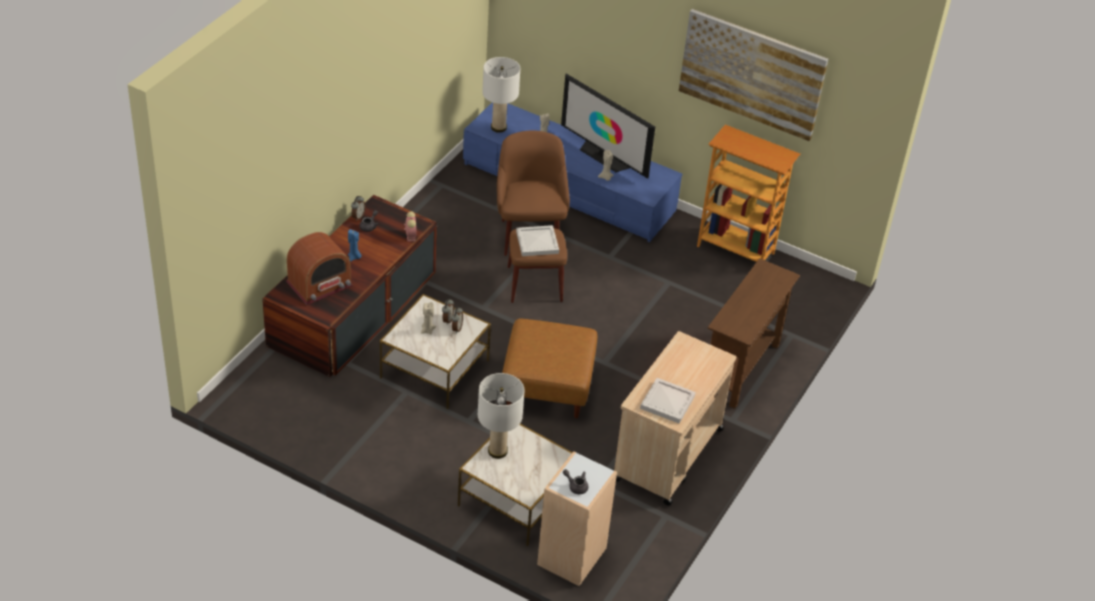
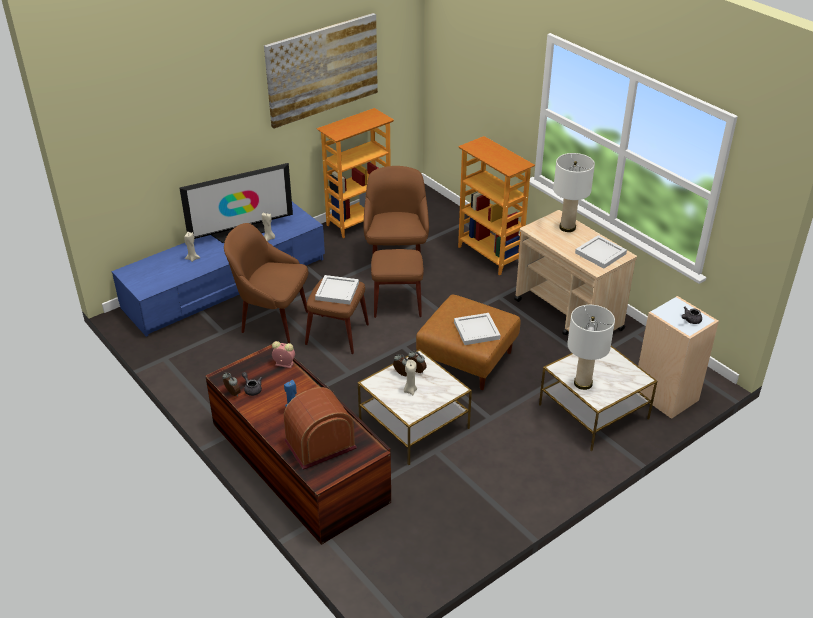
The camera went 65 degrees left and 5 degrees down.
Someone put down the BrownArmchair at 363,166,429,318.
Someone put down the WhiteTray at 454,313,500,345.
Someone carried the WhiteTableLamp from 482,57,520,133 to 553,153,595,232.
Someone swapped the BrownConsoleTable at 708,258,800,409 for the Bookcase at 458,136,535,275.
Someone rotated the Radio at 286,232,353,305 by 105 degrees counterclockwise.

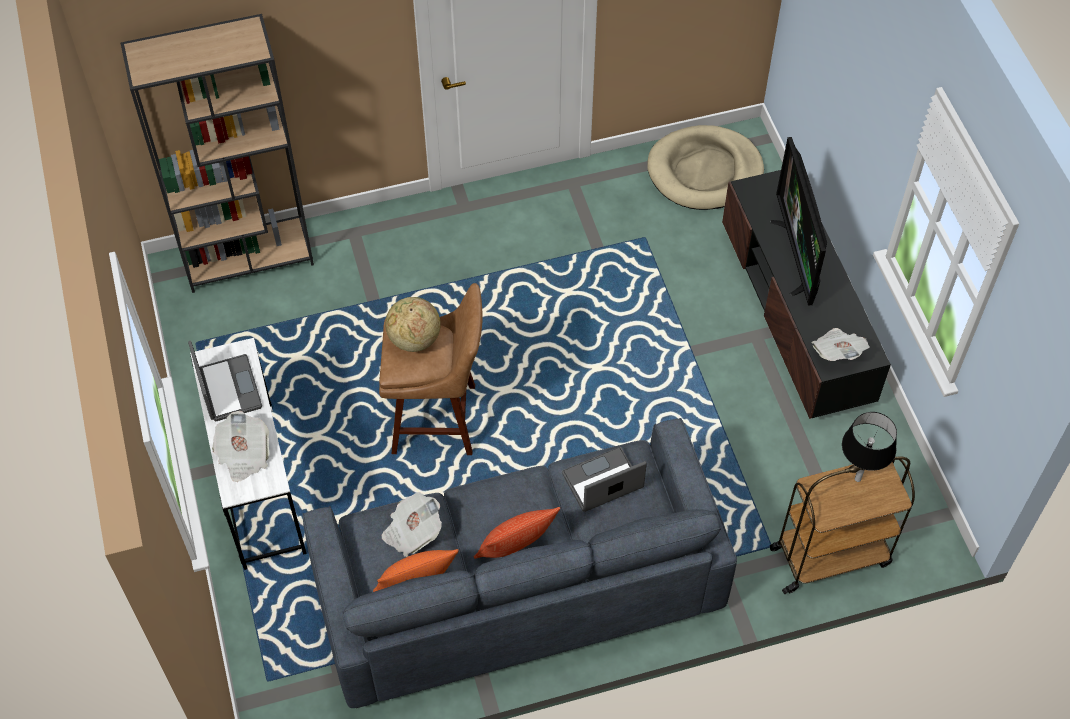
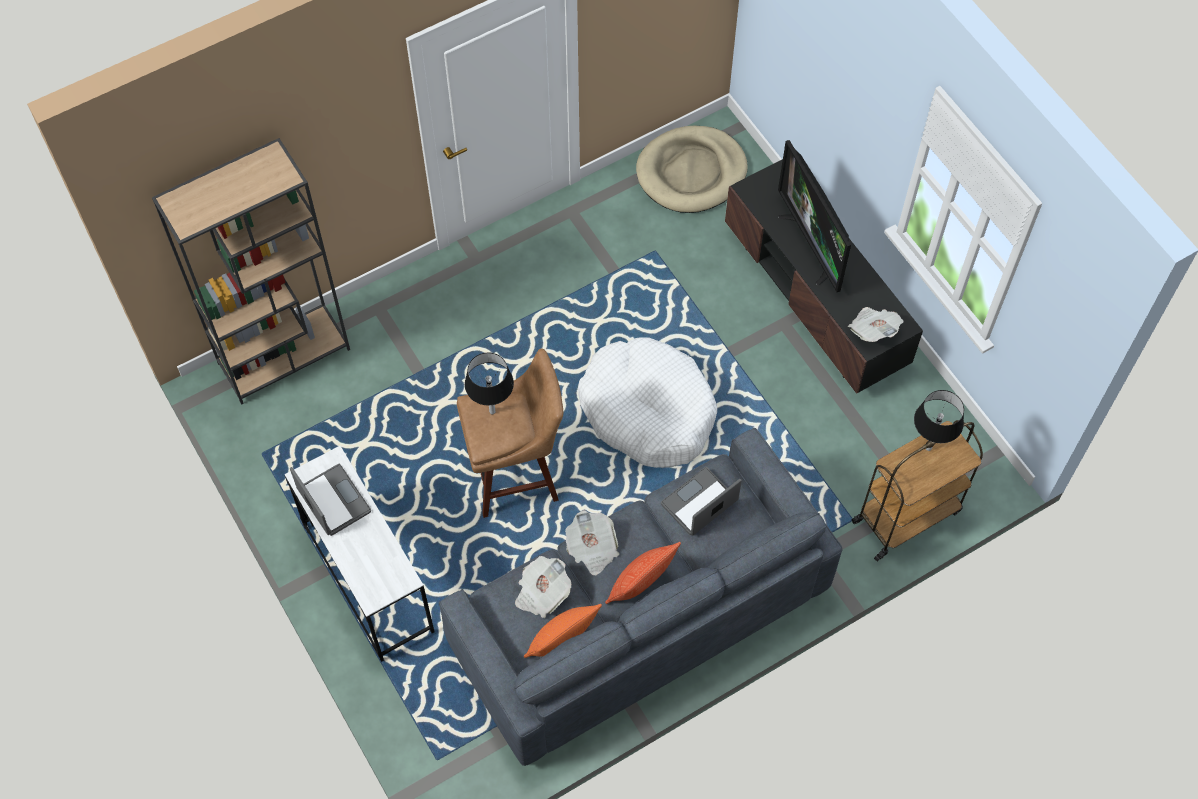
The camera went 15 degrees left and 5 degrees up.
Someone put down the WhiteDogBed at 578,337,717,468.
Someone carried the Newspaper from 212,411,269,482 to 565,510,619,575.
Someone swapped the Globe at 385,297,441,352 for the BlackTableLamp at 465,353,514,414.

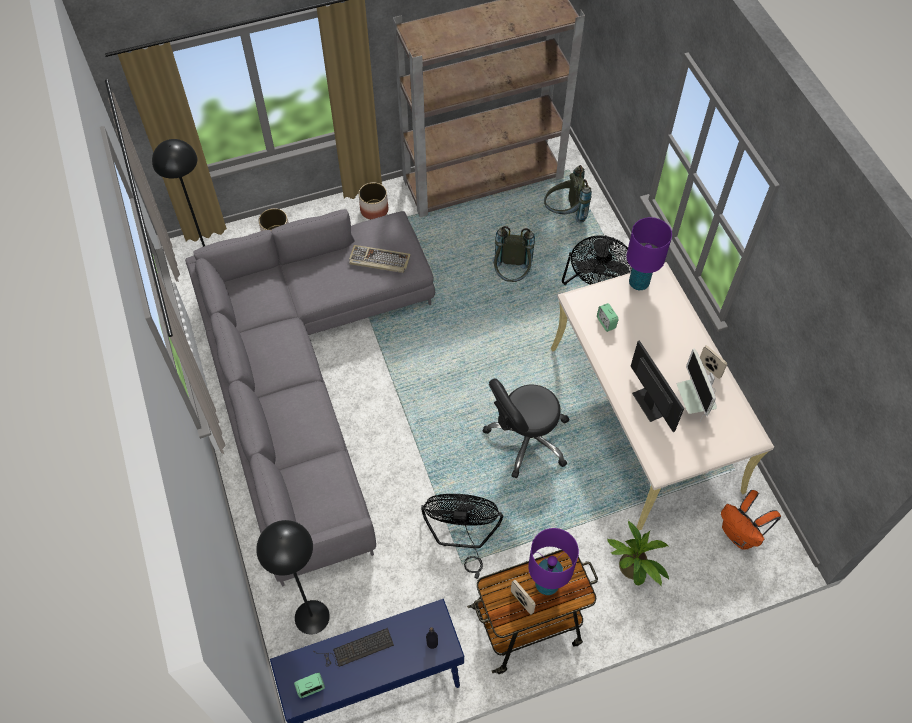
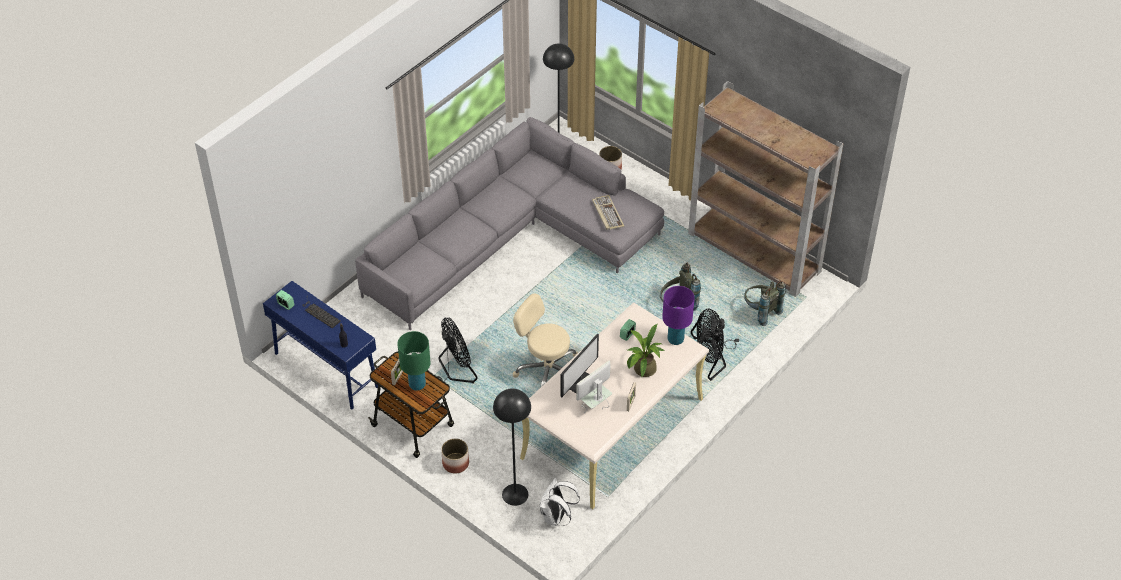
The camera went 60 degrees right and 10 degrees down.
Someone carried the BlackFloorLamp from 256,520,330,634 to 493,389,531,506.
Someone carried the Planter from 359,182,388,220 to 441,438,469,473.
Someone carried the PottedPlant from 607,520,669,586 to 627,324,664,377.
Someone repainted the BlackOfficeChair at 483,378,570,478, which became the BeigeOfficeChair at 513,294,578,387.
Someone repainted the PurpleTableLamp at 528,528,579,595, which became the GreenTableLamp at 397,331,431,391.
Someone repainted the OrangeBackpack at 721,490,781,550, which became the WhiteBackpack at 540,478,580,526.

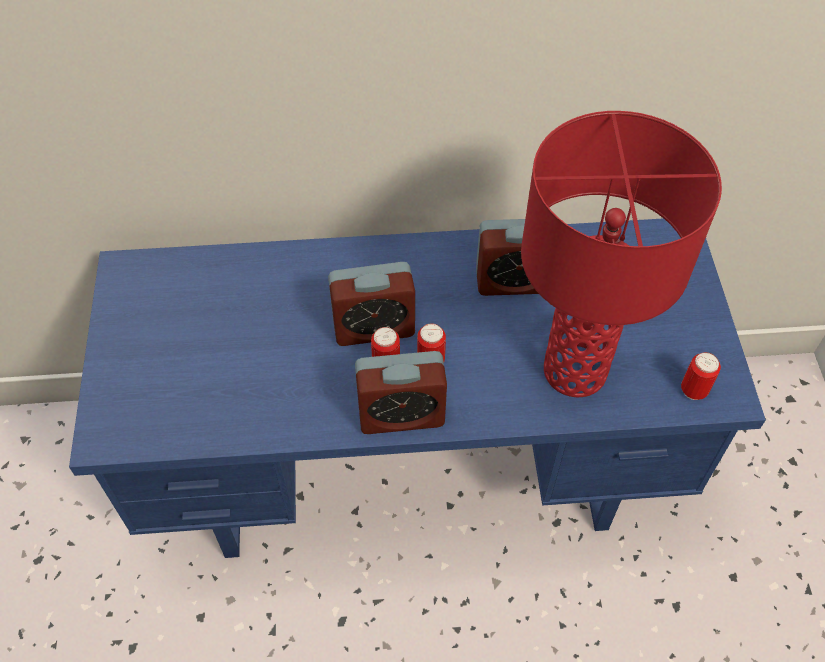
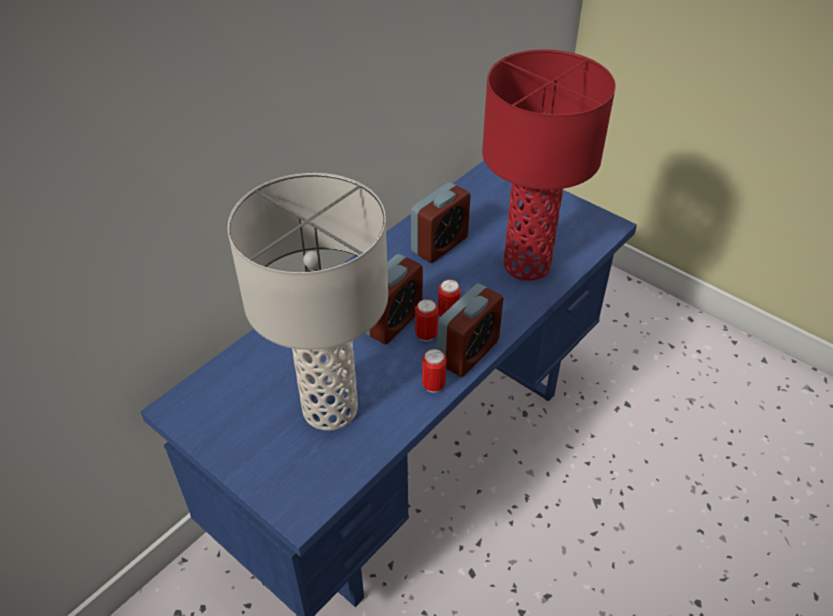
The camera went 45 degrees left and 10 degrees down.
Someone put down the WhiteTableLamp at 228,173,388,431.
Someone carried the Can from 681,352,721,400 to 422,349,446,393.

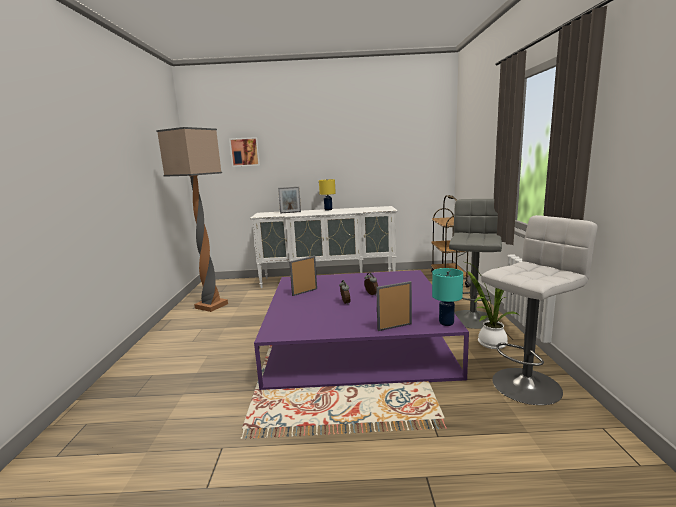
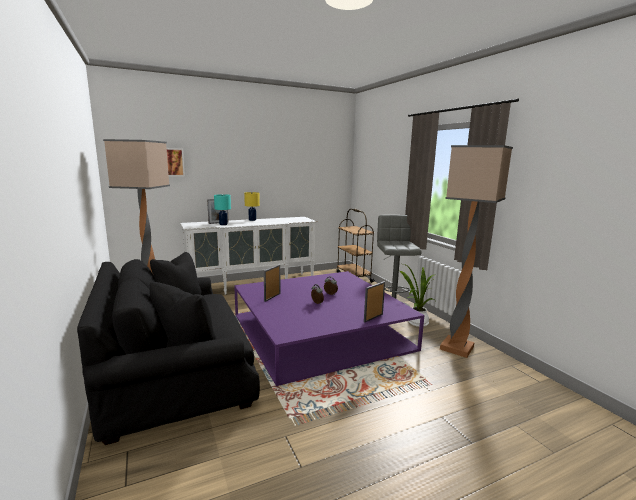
The camera went 25 degrees left and 0 degrees up.
Someone put down the BlackSofa at 77,252,260,445.
Someone carried the TurquoiseTableLamp from 432,268,463,326 to 214,194,231,225.
Someone swapped the WhiteStool at 481,215,597,405 for the FloorLamp at 440,145,513,358.

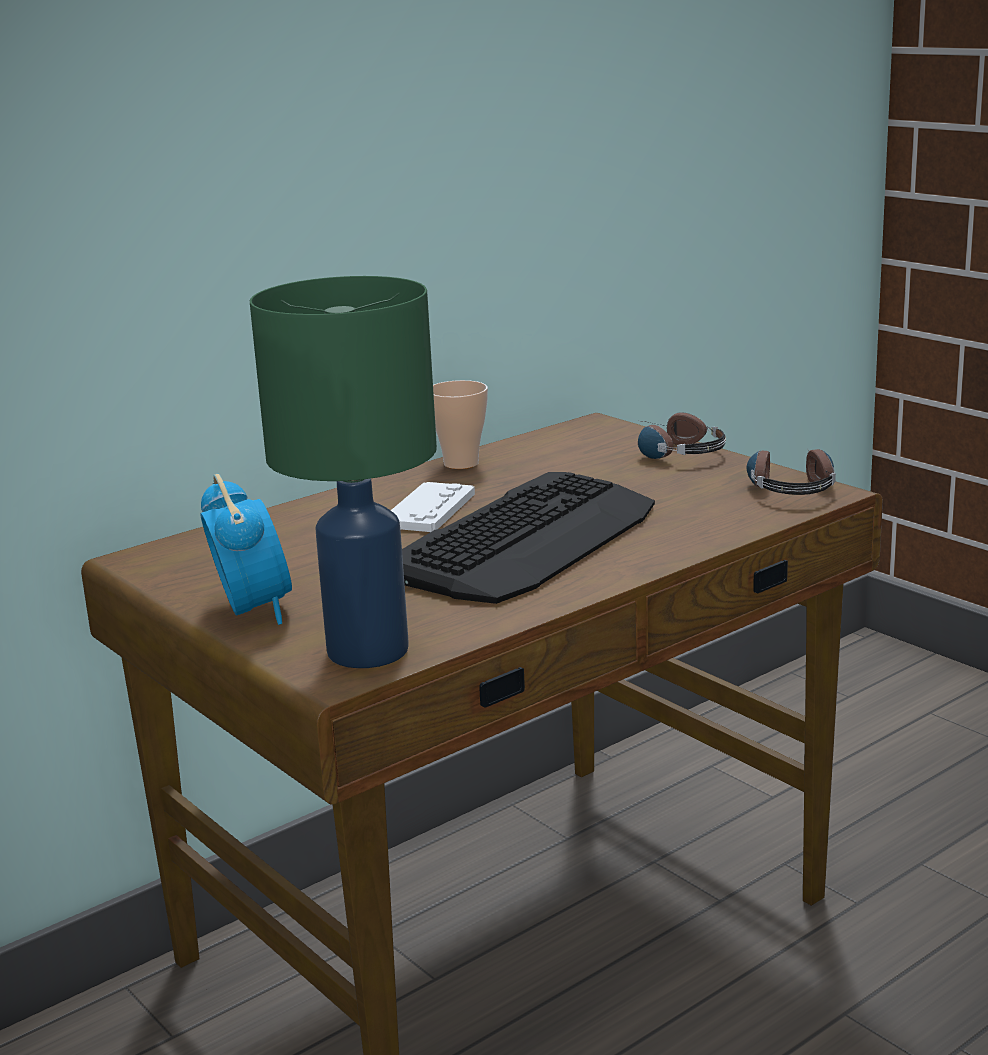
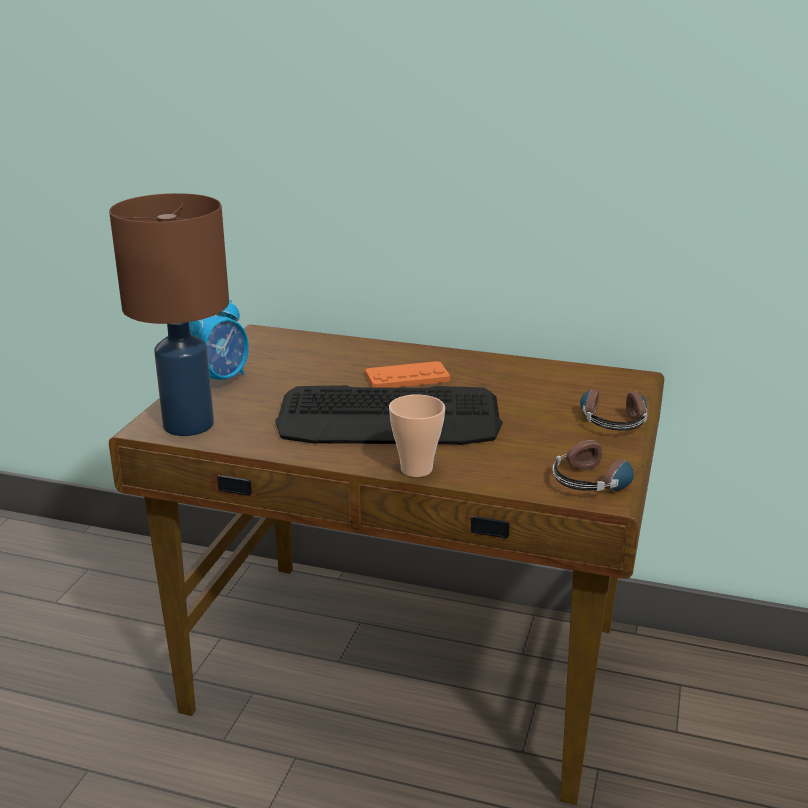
The camera went 55 degrees right and 5 degrees up.
Someone carried the Cup from 433,380,488,469 to 389,394,445,477.
Someone repainted the GreenTableLamp at 250,276,437,668, which became the BrownTableLamp at 109,193,229,436.
Someone repainted the WhiteGameController at 391,482,475,532, which became the OrangeGameController at 365,361,450,388.

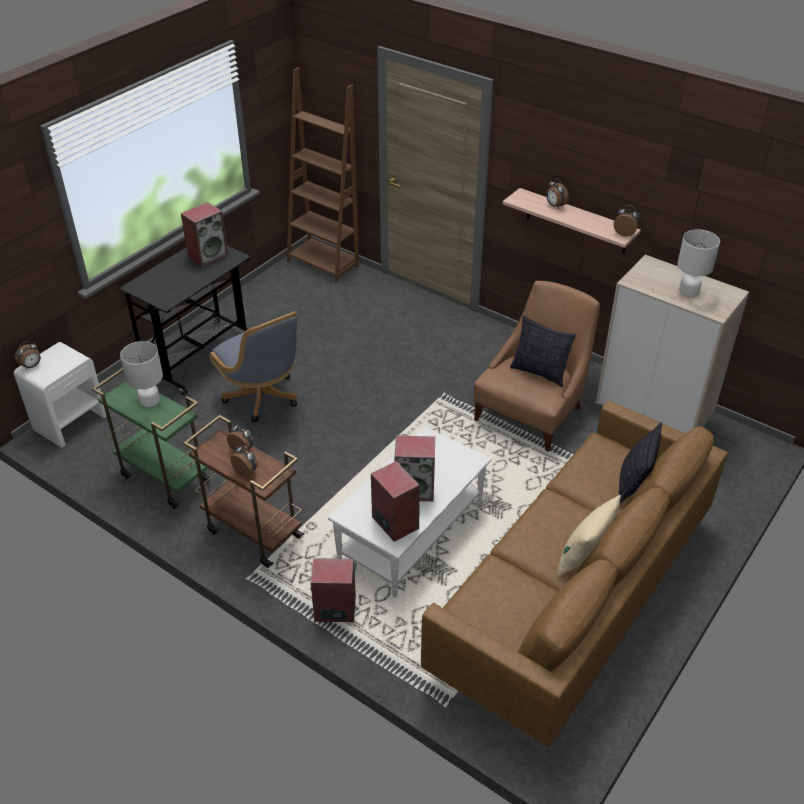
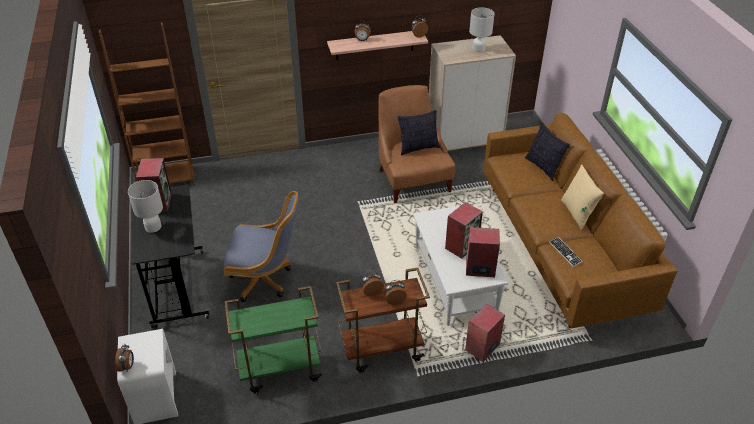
The camera went 50 degrees left and 0 degrees up.
Someone put down the Keyboard at 549,237,583,267.
Someone carried the GreyTableLamp from 120,341,163,407 to 128,180,163,233.

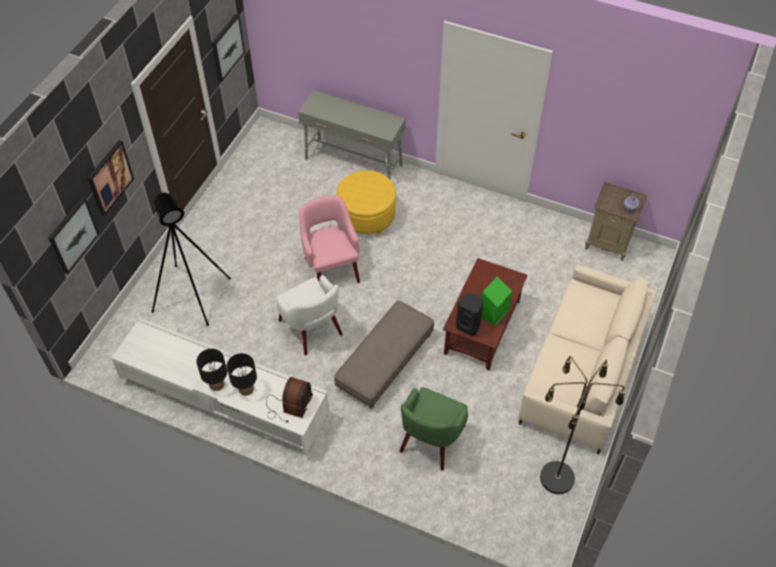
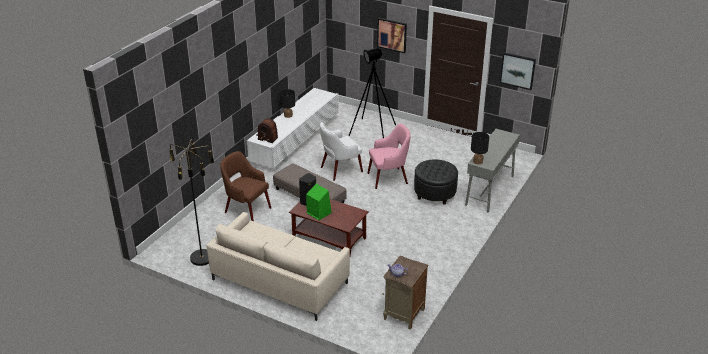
The camera went 95 degrees right and 20 degrees down.
Someone took away the Picture at 48,197,99,274.
Someone carried the BlackTableLamp from 227,353,257,396 to 471,132,489,164.
Someone repainted the YellowOttoman at 336,171,396,235, which became the BlackOttoman at 414,159,458,205.
Someone repainted the GreenArmchair at 400,387,468,471, which became the BrownArmchair at 220,151,271,221.

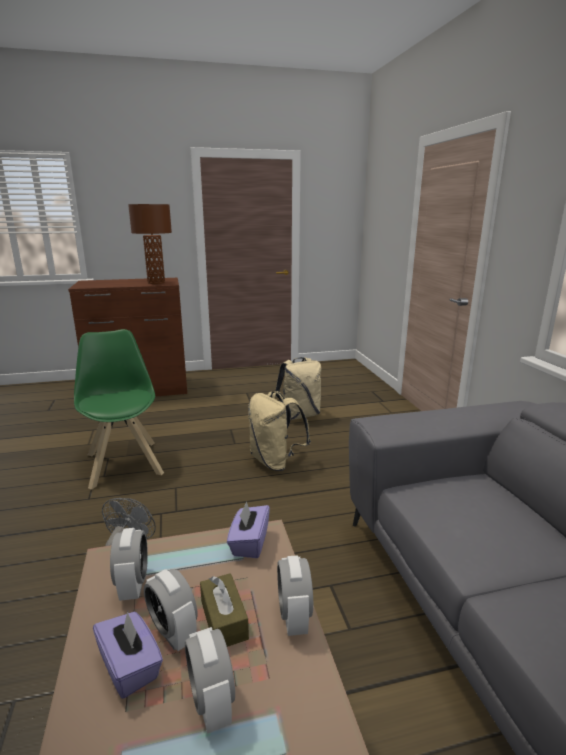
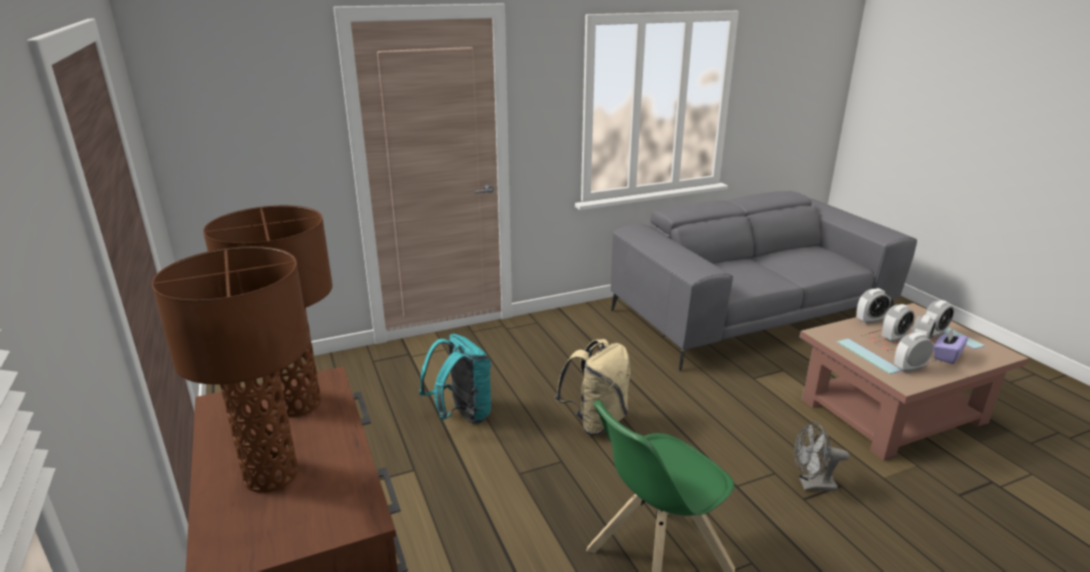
The camera went 100 degrees left and 5 degrees up.
Someone took away the PurpleTissueBox at 227,501,270,558.
Someone put down the BrownTableLamp at 152,246,310,493.
Someone swapped the BrownTissueBox at 200,573,249,647 for the AlarmClock at 882,304,914,342.
Someone repainted the BeigeBackpack at 275,357,322,420, which became the TurquoiseBackpack at 420,334,492,424.

